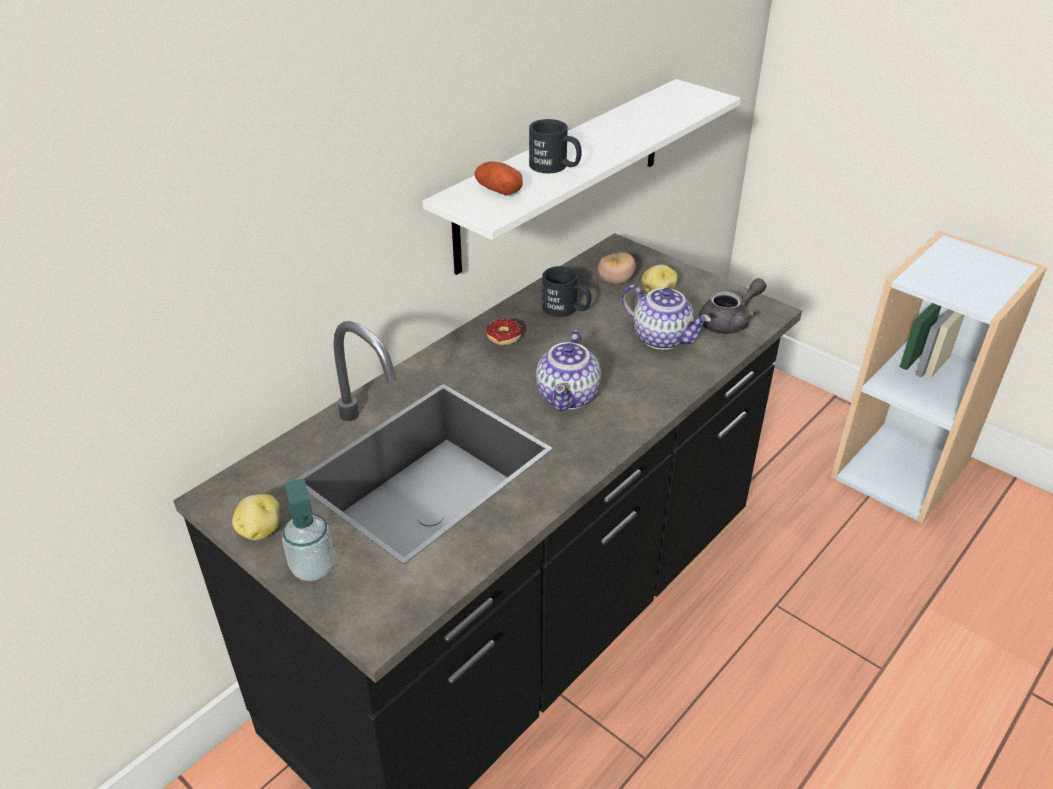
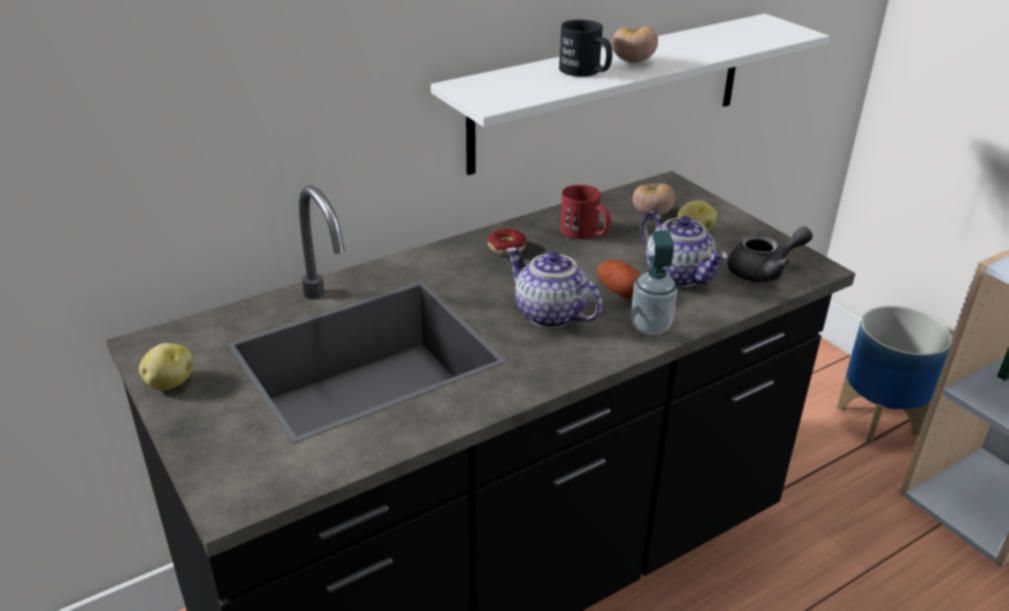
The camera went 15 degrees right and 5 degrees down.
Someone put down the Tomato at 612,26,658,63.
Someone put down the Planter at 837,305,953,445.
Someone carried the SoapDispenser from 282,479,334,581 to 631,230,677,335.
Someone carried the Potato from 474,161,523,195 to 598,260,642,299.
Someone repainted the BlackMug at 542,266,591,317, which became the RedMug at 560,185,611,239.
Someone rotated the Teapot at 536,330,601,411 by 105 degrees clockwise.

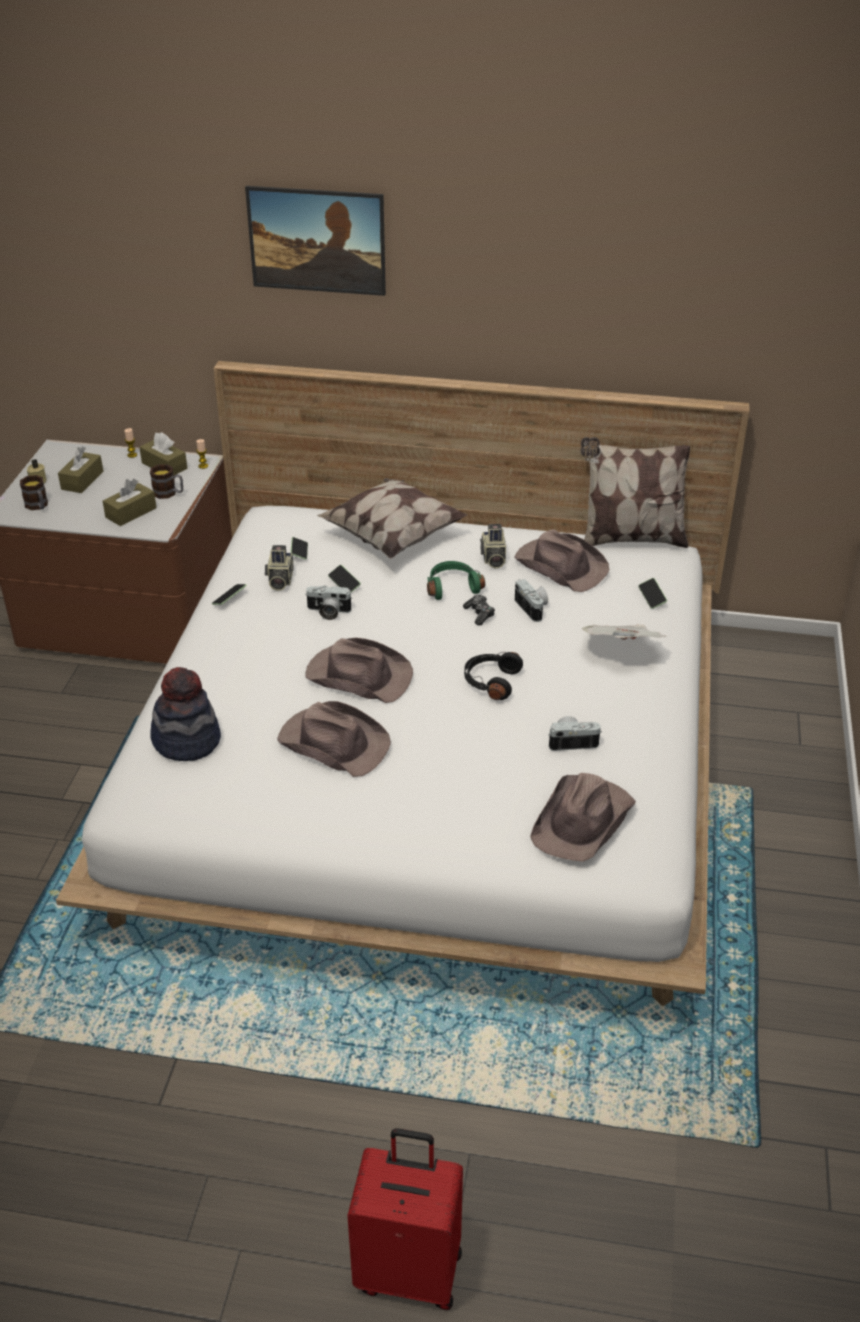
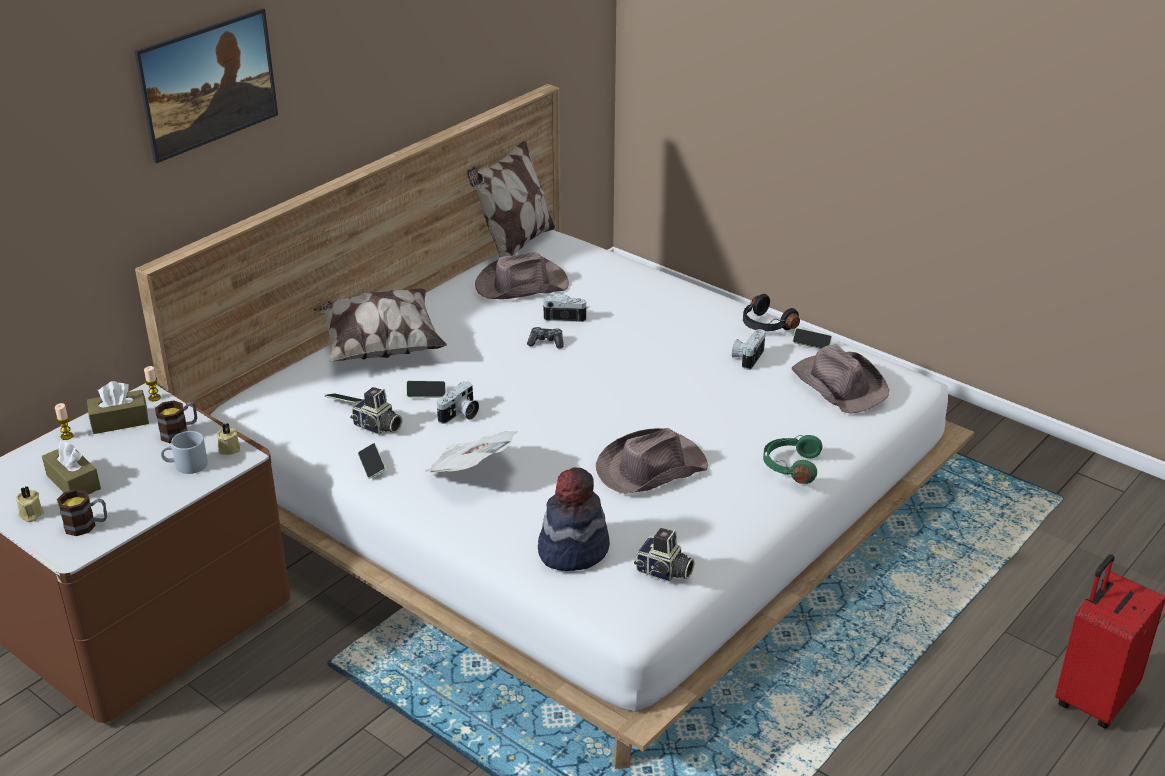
The camera went 60 degrees left and 5 degrees down.
Someone took away the BrownHat at 306,638,413,703.
Someone put down the BeigeCandle at 216,423,241,455.
Someone carried the GreenHeadphones from 427,561,485,600 to 763,435,823,484.
Someone carried the BlackHeadphones from 464,652,523,700 to 743,294,800,331.
Someone carried the PhotoCamera from 480,524,506,569 to 634,528,695,582.
Someone carried the Newspaper from 582,624,668,640 to 425,431,518,473.
Someone carried the Phone from 638,578,667,609 to 792,328,832,349.
Someone swapped the BrownTissueBox at 103,479,157,526 for the GreyMug at 161,431,208,474.

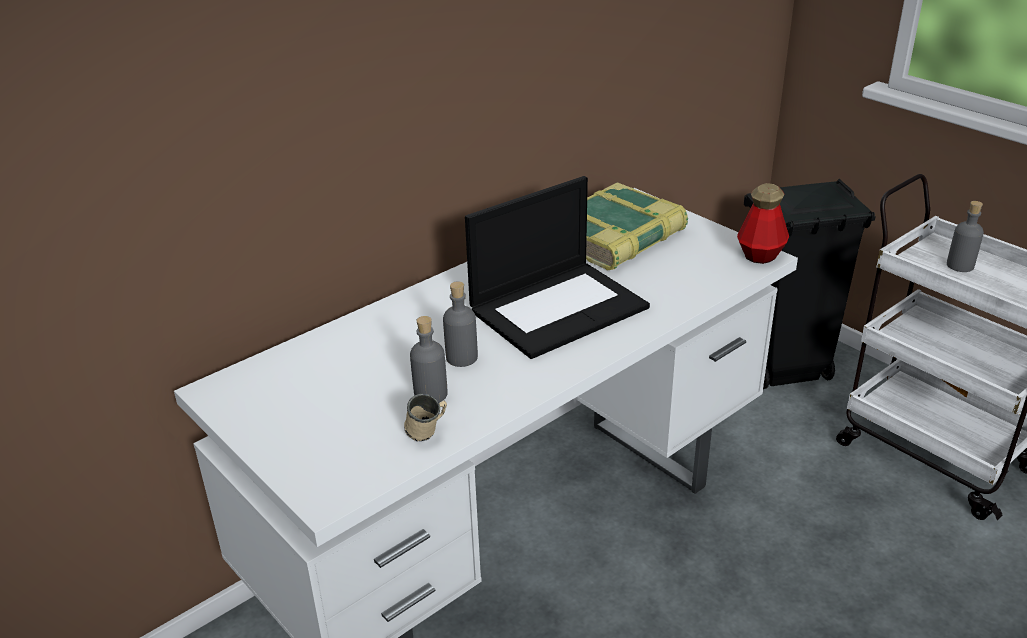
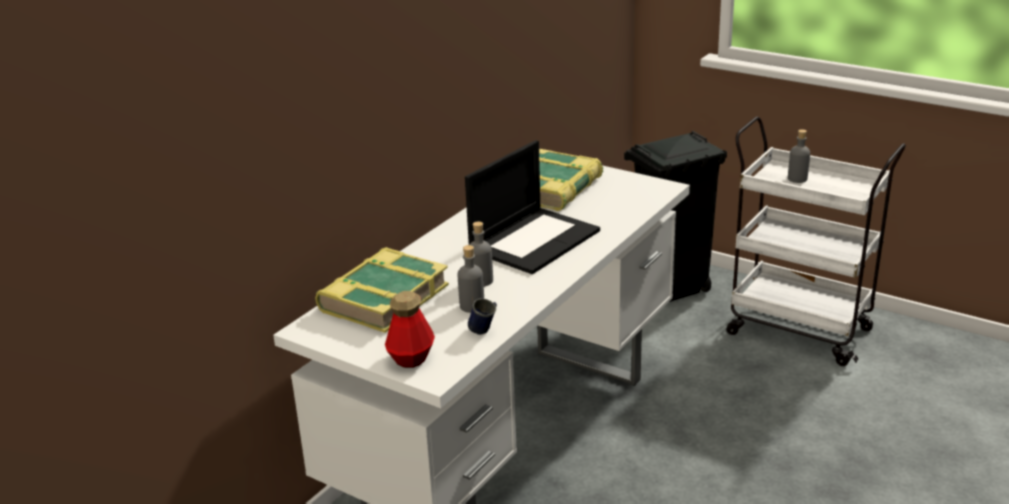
The camera went 15 degrees left and 5 degrees down.
Someone put down the Book at 315,247,449,333.
Someone carried the Bottle from 737,183,789,264 to 385,291,435,368.
Someone repainted the BeigeMug at 404,394,447,441, which became the BlueMug at 468,298,497,335.

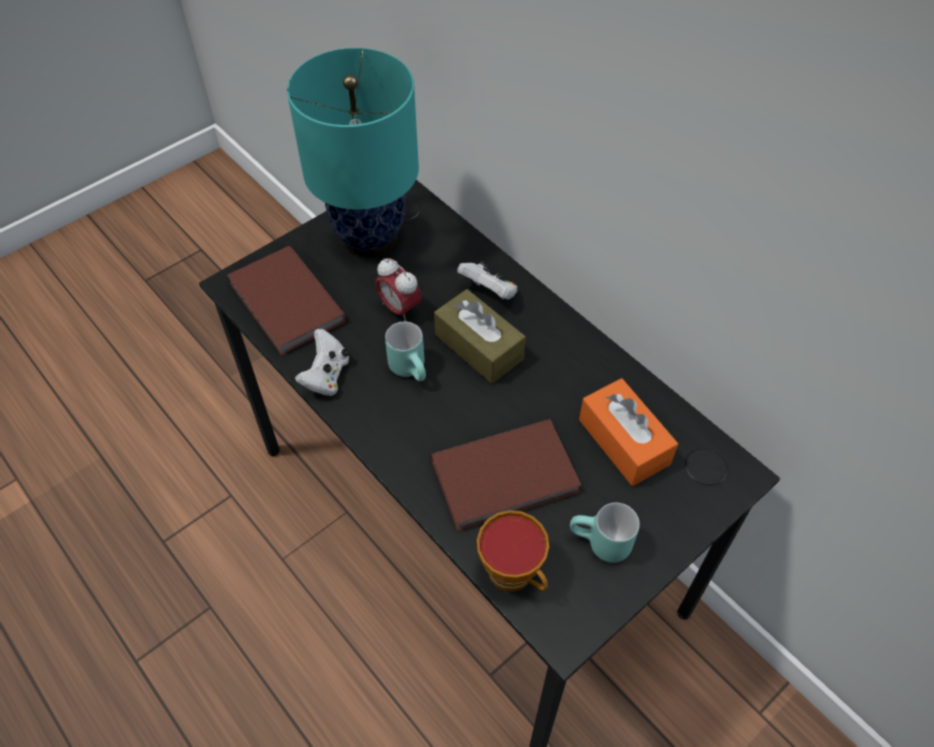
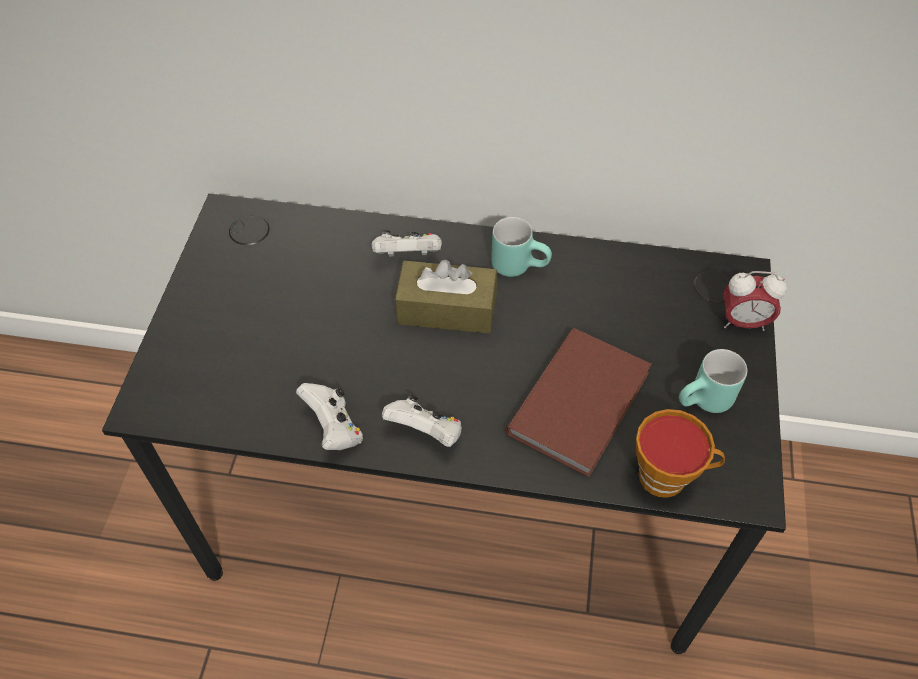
The camera went 40 degrees left and 0 degrees up.
Someone took away the BrownBook at 227,246,347,355.
Someone took away the TurquoiseTableLamp at 287,48,419,257.
Someone took away the OrangeTissueBox at 579,378,678,486.
Someone put down the WhiteGameController at 382,395,462,447.
Someone carried the AlarmClock from 375,258,422,322 to 723,271,787,331.
Someone carried the TurquoiseMug from 385,322,426,381 to 491,217,552,277.

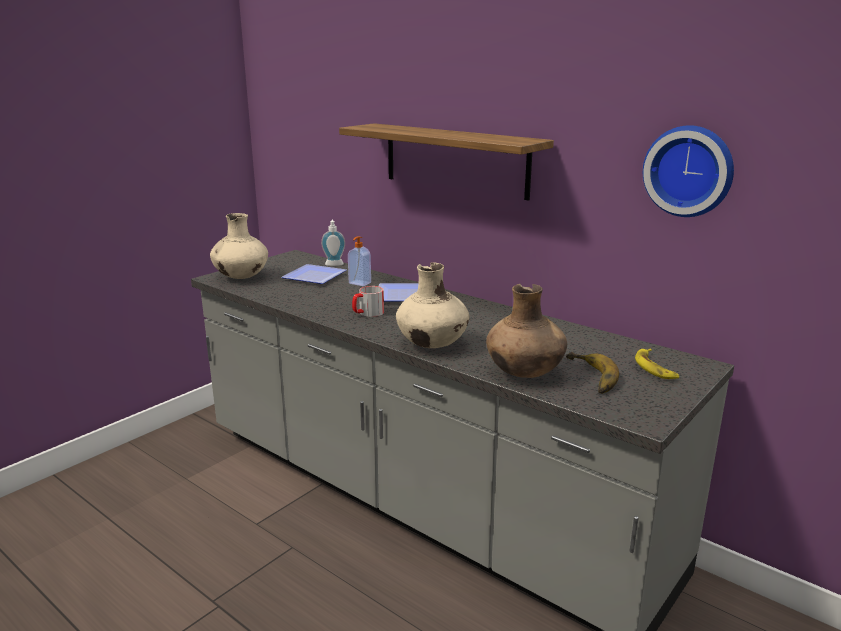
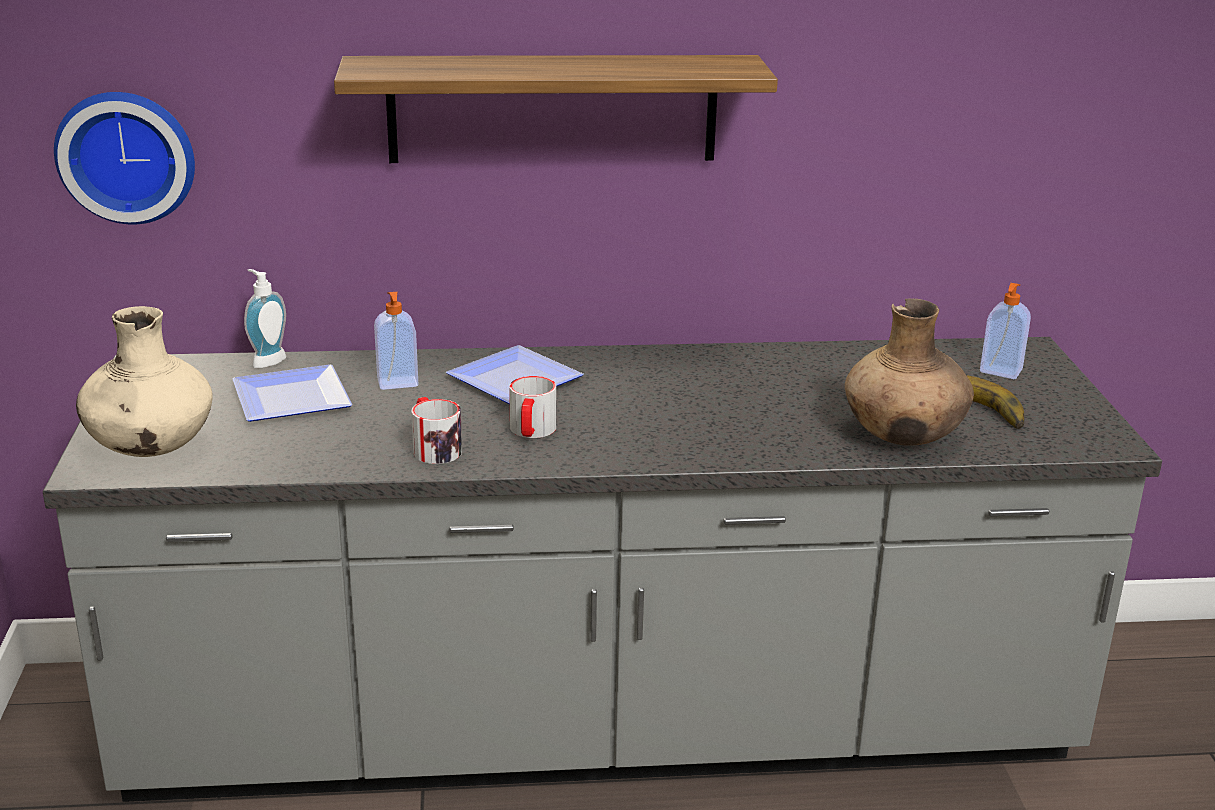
The camera went 45 degrees left and 5 degrees up.
Someone took away the BeigeVase at 396,262,470,348.
Someone put down the Mug at 411,397,462,464.
Someone carried the WallClock from 643,125,734,217 to 54,92,195,225.
Someone swapped the Banana at 635,349,679,379 for the SoapDispenser at 980,283,1031,379.

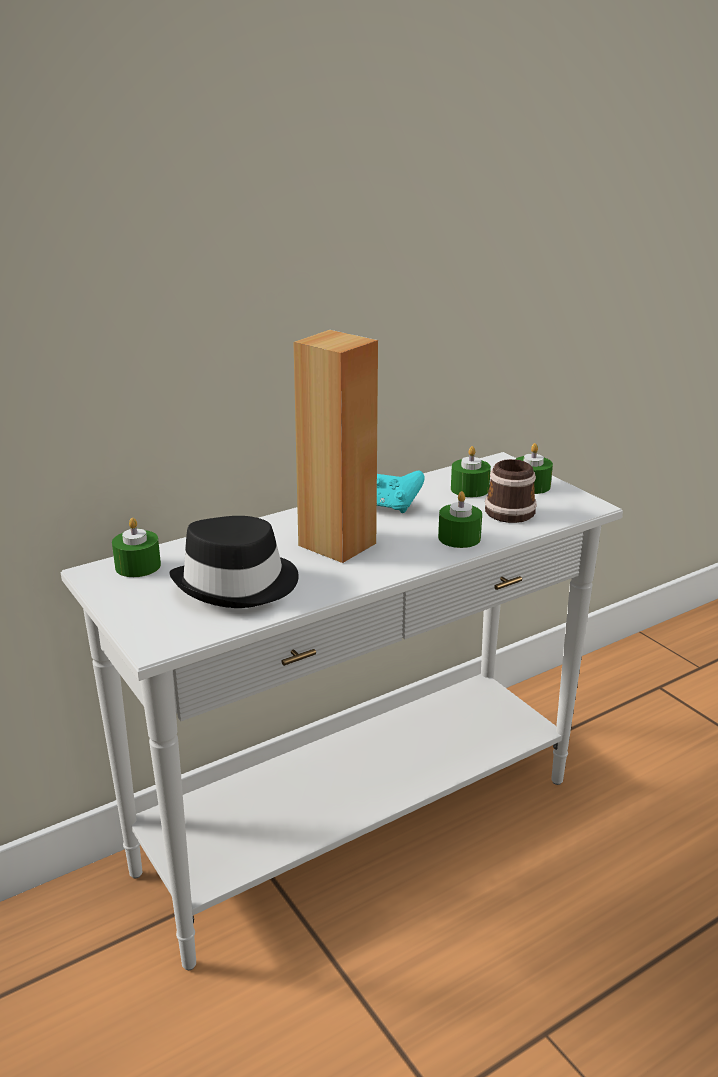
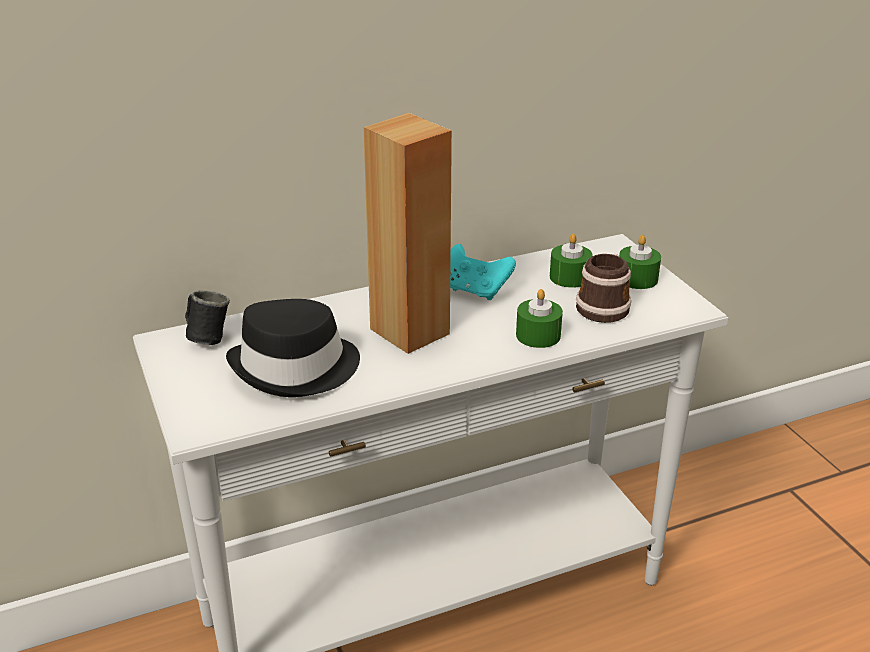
The camera went 10 degrees right and 5 degrees up.
Someone swapped the GreenCandle at 112,518,161,577 for the BlackMug at 185,291,230,345.

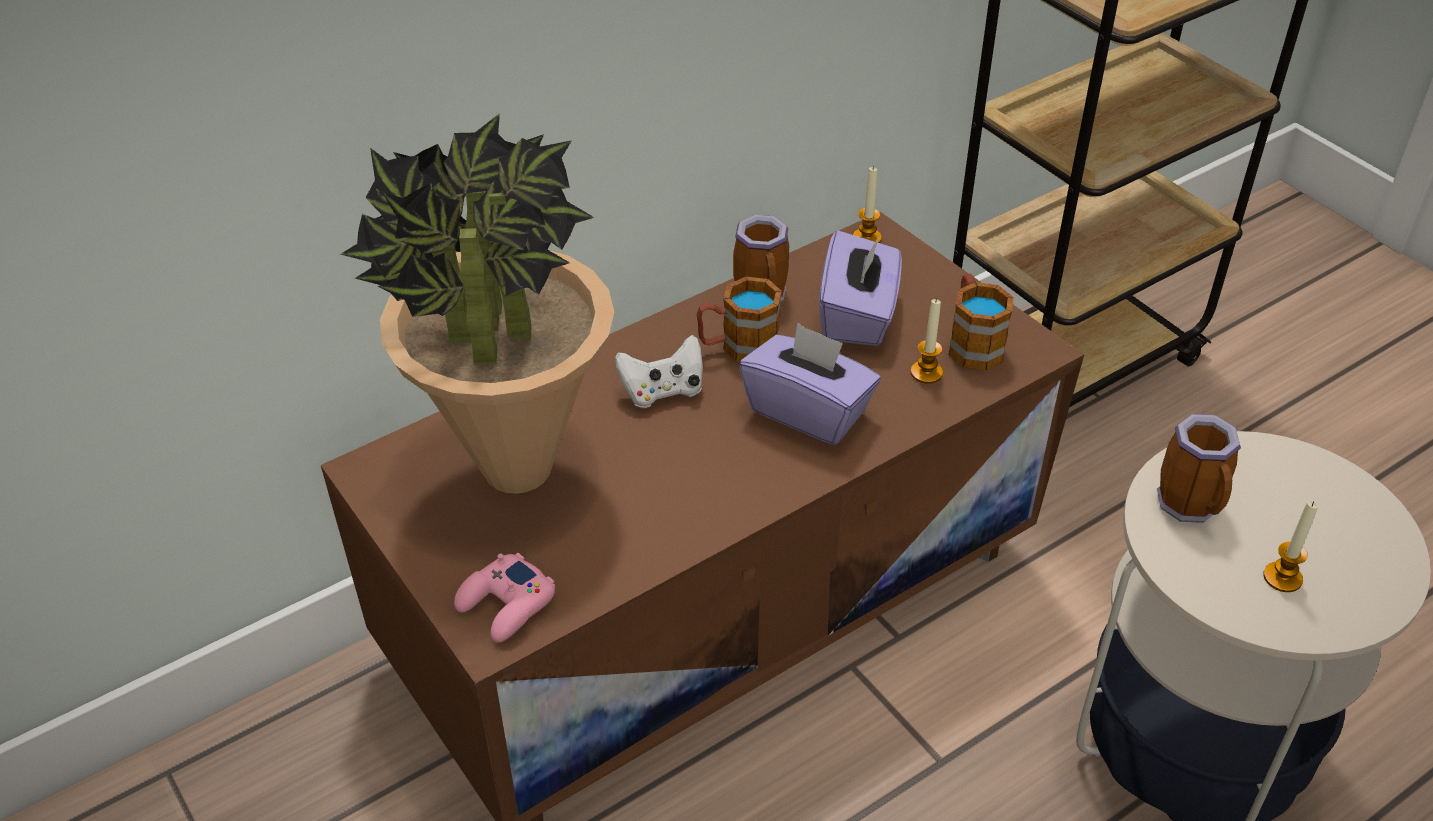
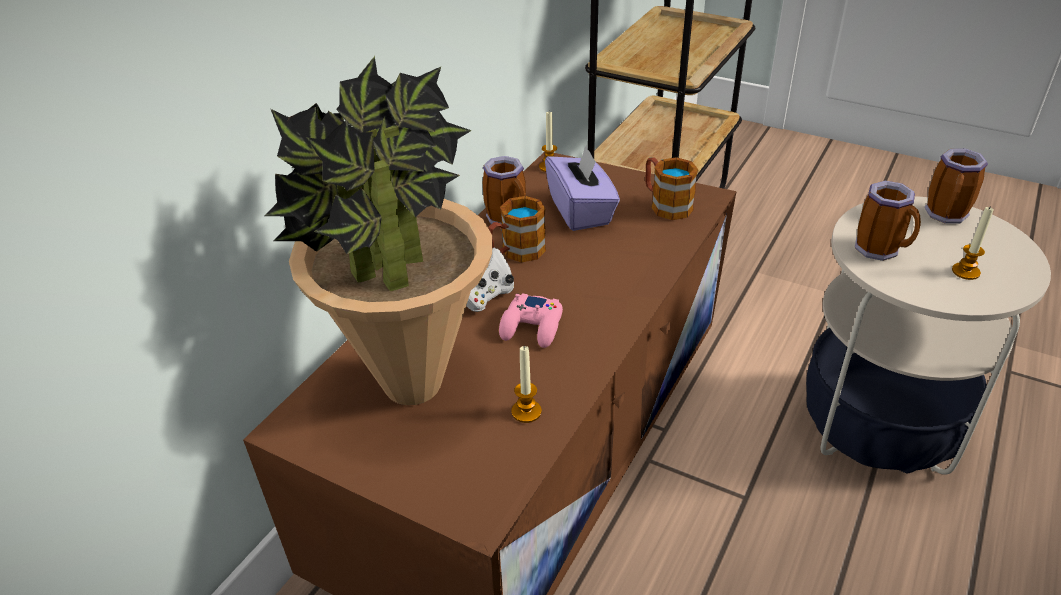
The camera went 25 degrees left and 5 degrees down.
Someone took away the PurpleTissueBox at 739,322,880,445.
Someone put down the Mug at 925,149,988,223.
Someone carried the PinkGameController from 454,553,555,642 to 499,293,563,348.
Someone carried the Candle from 911,298,943,384 to 512,346,542,423.

